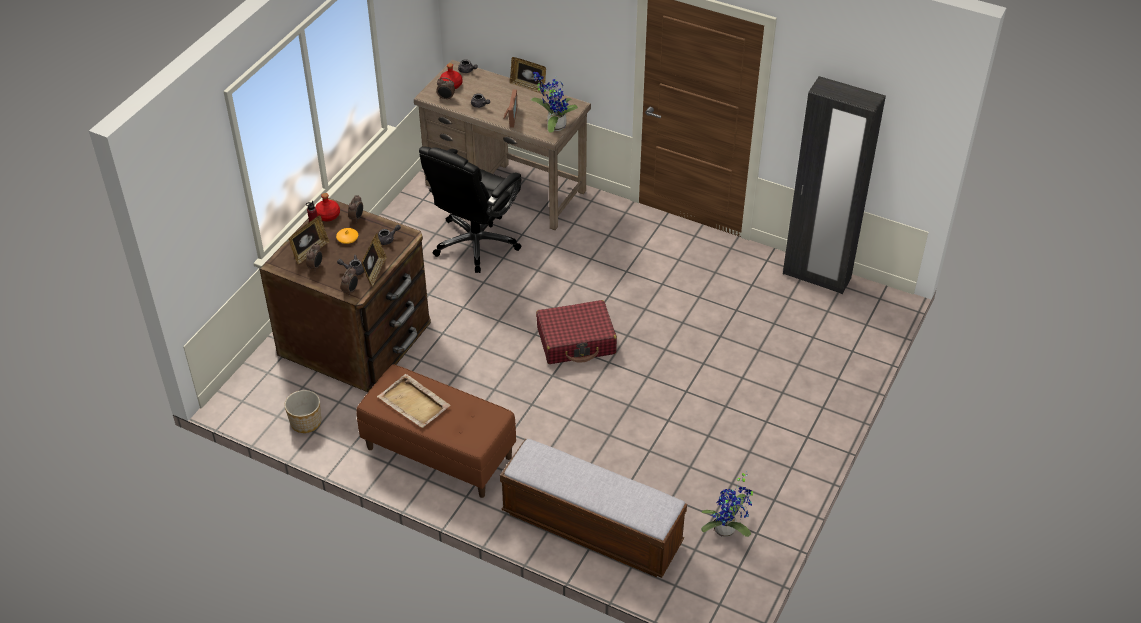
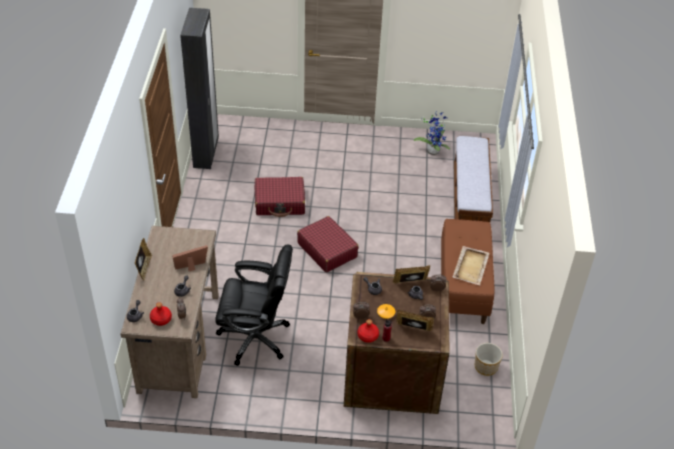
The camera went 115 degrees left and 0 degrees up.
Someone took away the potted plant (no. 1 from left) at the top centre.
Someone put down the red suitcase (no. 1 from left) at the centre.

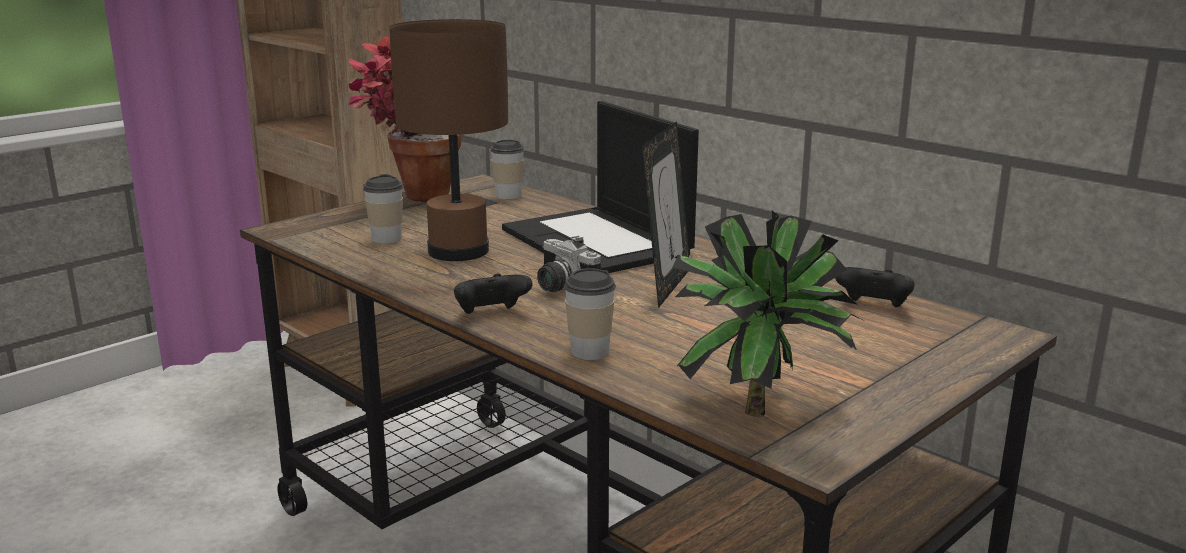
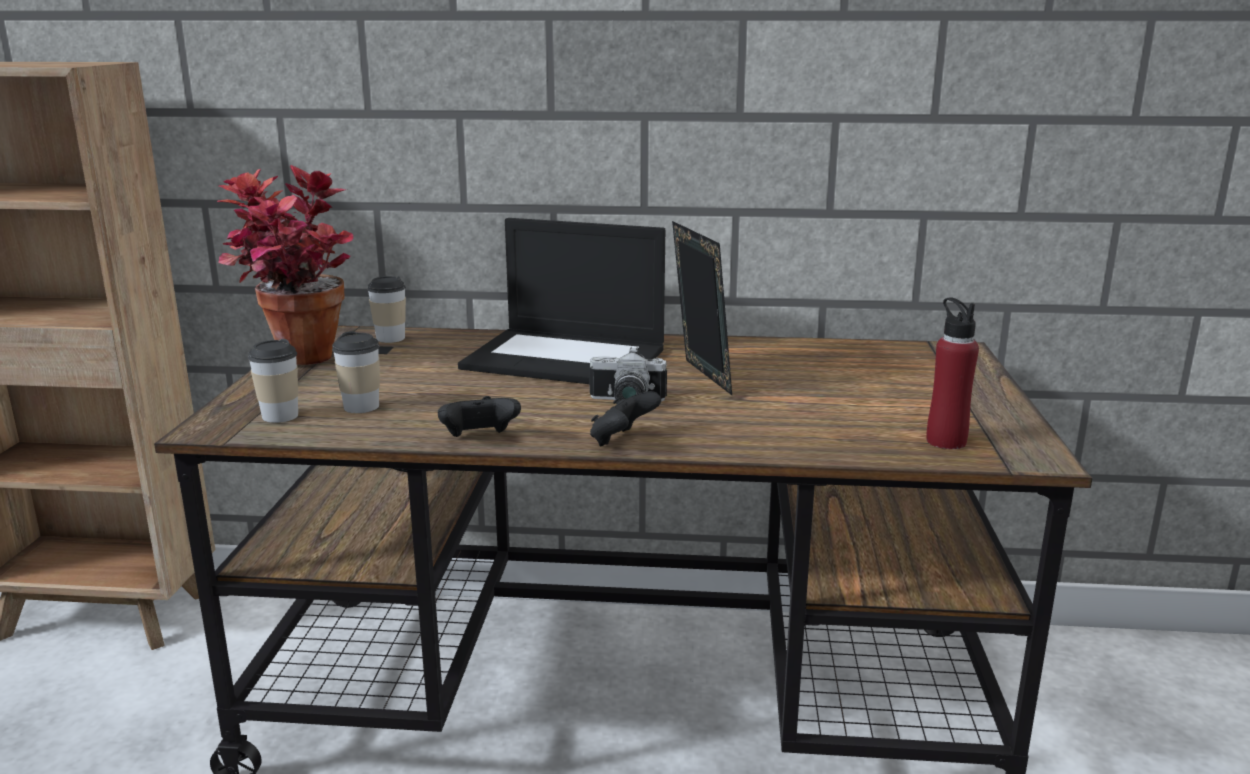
The camera went 40 degrees left and 0 degrees up.
Someone took away the brown table lamp at the top centre.
Someone carried the cup (no. 3 from left in the first image) from the centre to the middle left.
Someone swapped the potted plant (no. 2 from left) at the centre for the red bottle at the middle right.
Someone carried the black game controller (no. 2 from left in the first image) from the middle right to the centre.

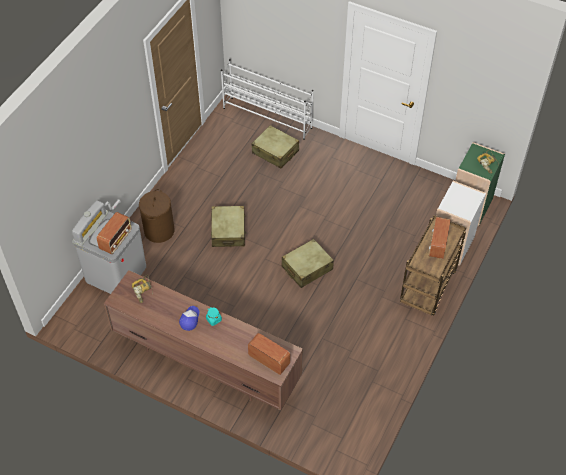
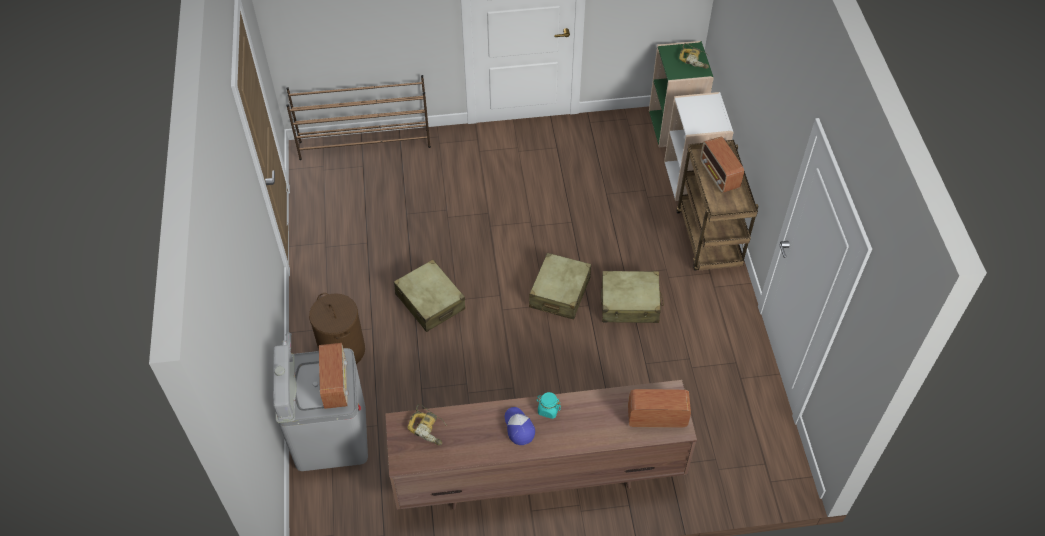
The camera went 35 degrees left and 0 degrees up.
Someone repainted the white shoe rack at the top centre, which became the brown shoe rack at the top centre.
Someone carried the beige suitcase (no. 2 from left in the first image) from the top centre to the centre.

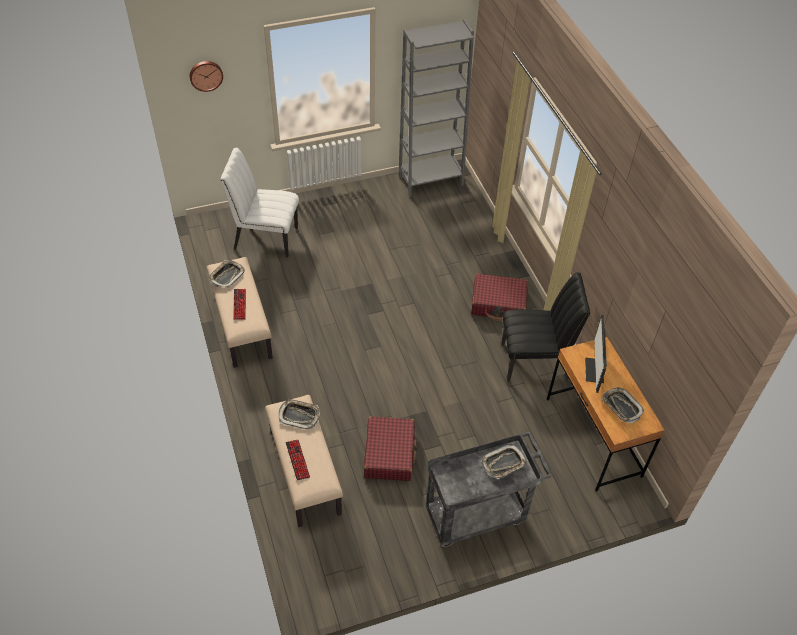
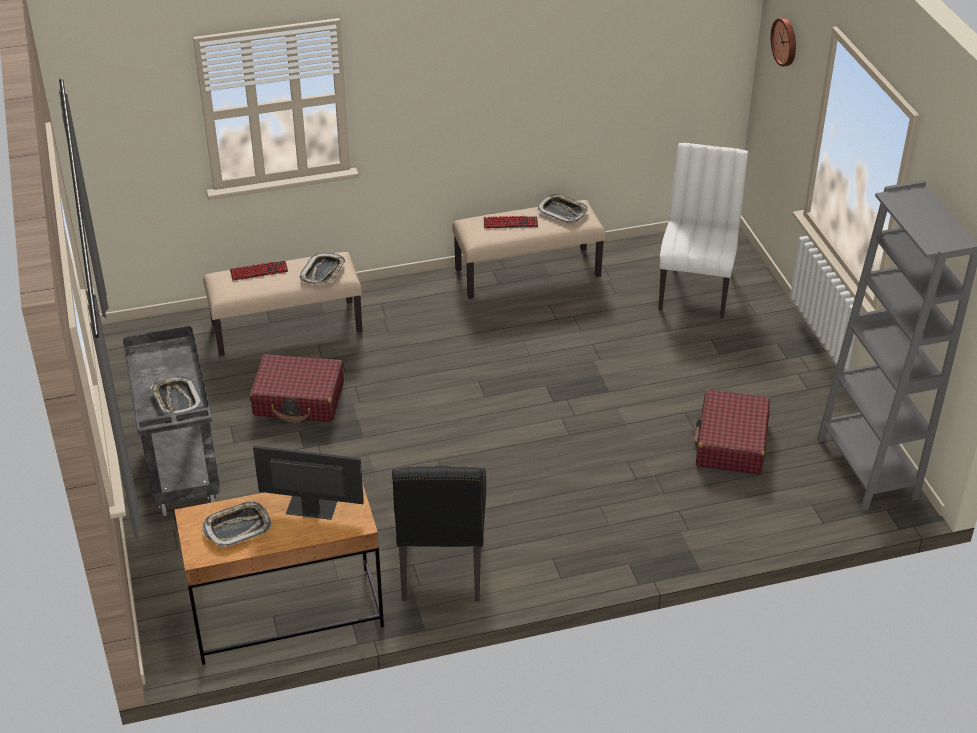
The camera went 95 degrees right and 10 degrees down.
Someone carried the red suitcase (no. 2 from left) from the centre to the middle right.

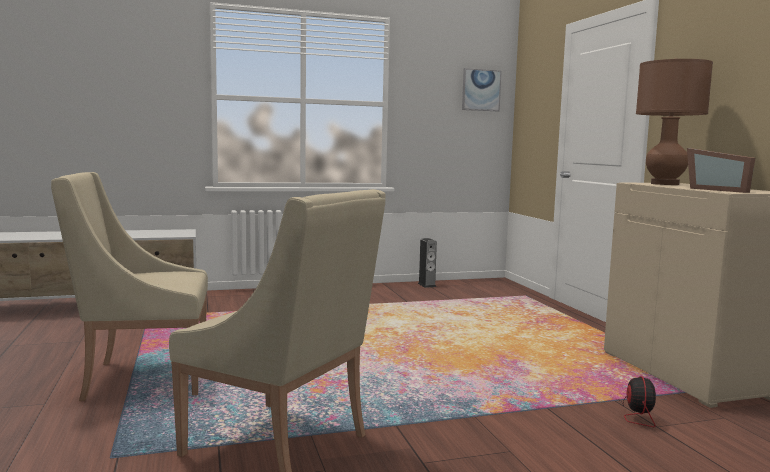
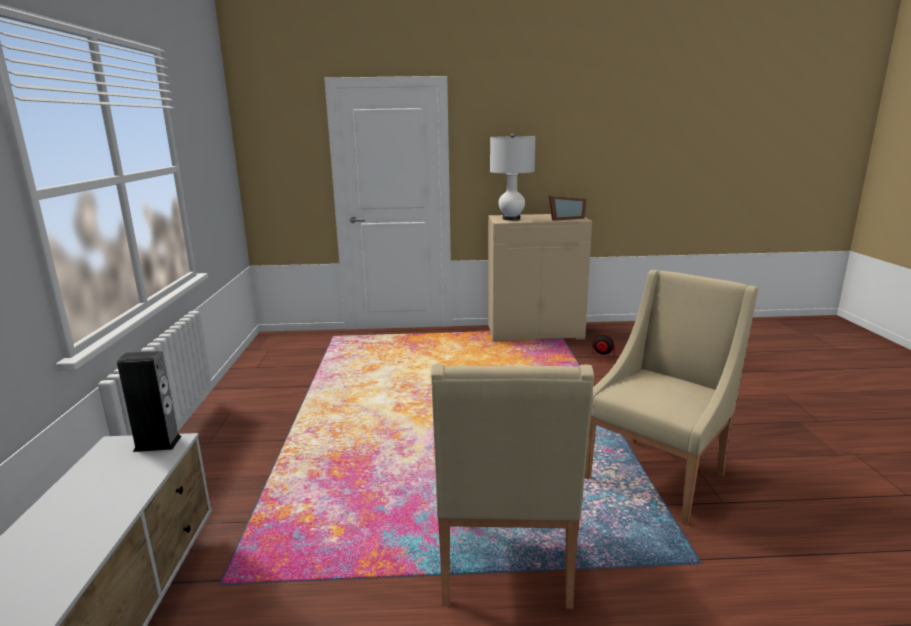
The camera went 75 degrees left and 10 degrees up.
Someone carried the speaker from the centre to the middle left.
Someone took away the picture at the top centre.
Someone repainted the brown table lamp at the top right, which became the white table lamp at the top centre.

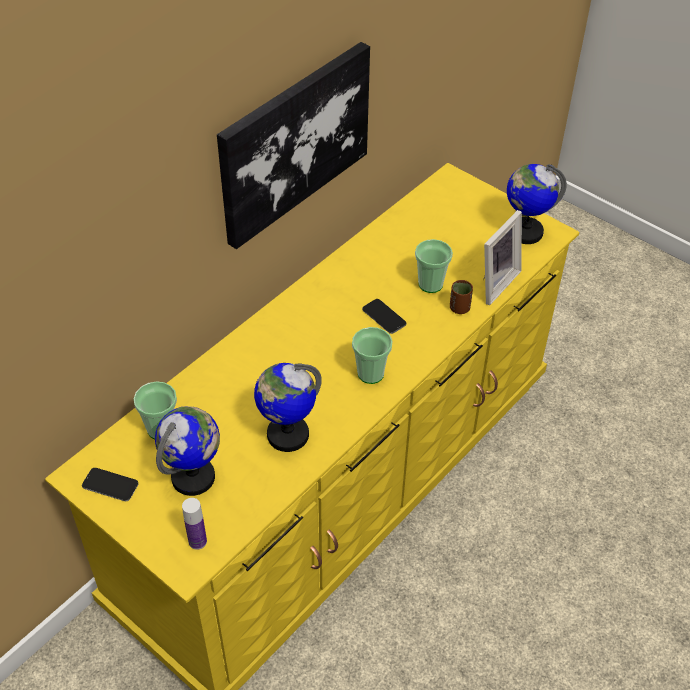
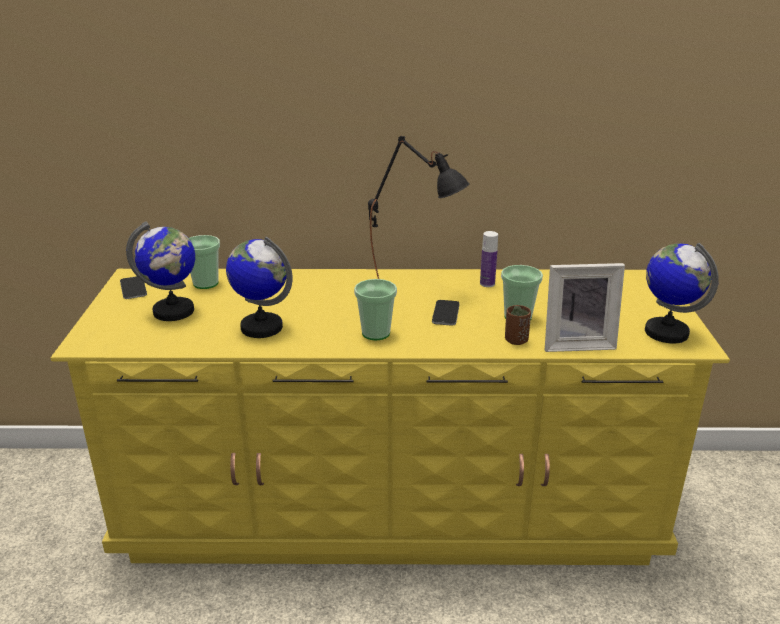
The camera went 50 degrees right and 20 degrees down.
Someone carried the bottle from the bottom left to the centre.
Someone took away the picture at the top centre.
Someone put down the black table lamp at the top centre.

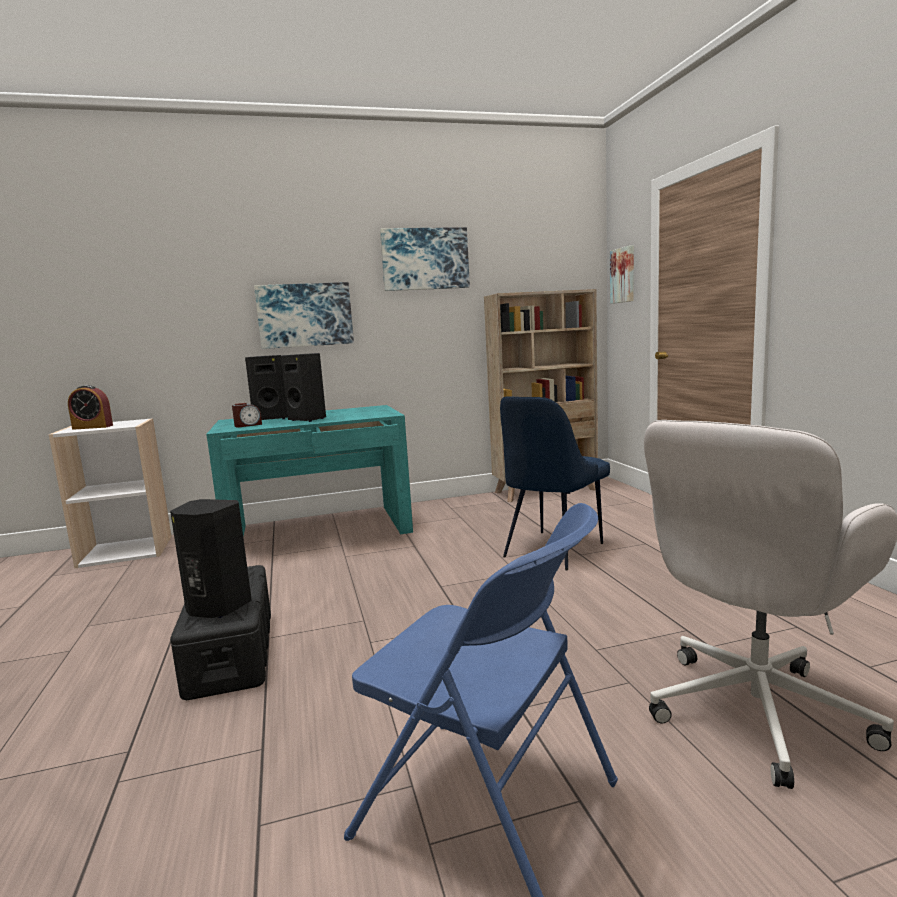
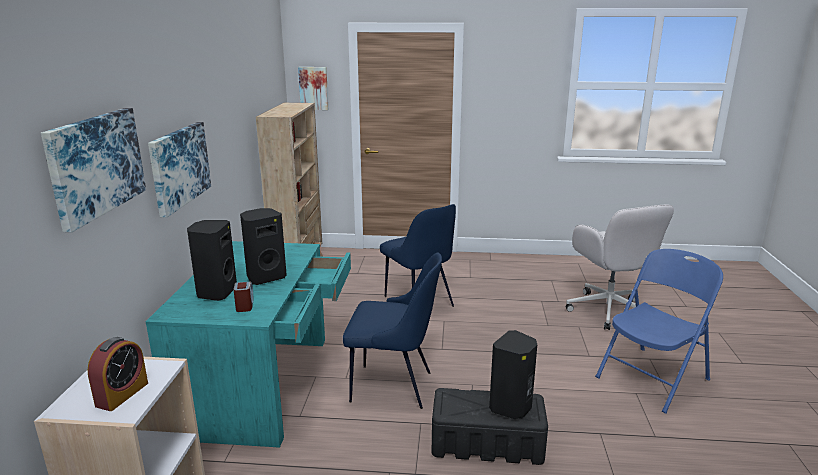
The camera went 70 degrees left and 10 degrees up.
Someone carried the picture (no. 2 from left in the first image) from the top centre to the middle left.
Someone put down the blue chair (no. 1 from left) at the bottom centre.

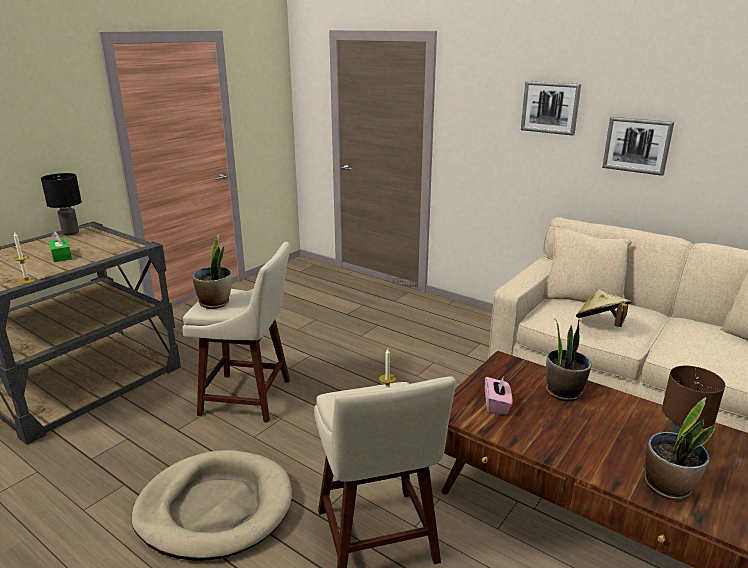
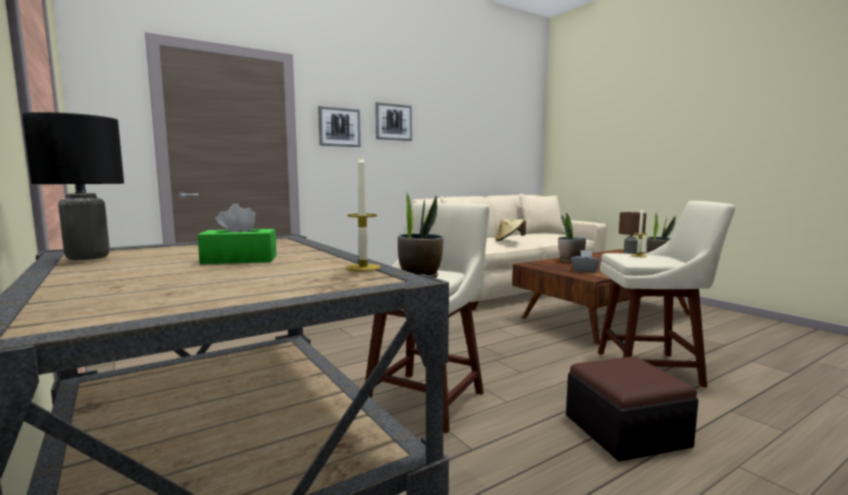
The camera went 70 degrees left and 15 degrees down.
Someone swapped the beige dog bed at the bottom left for the ottoman at the bottom right.
Someone repainted the pink tissue box at the bottom centre, which became the grey tissue box at the middle right.
Someone carried the picture (no. 2 from left in the first image) from the top right to the top centre.

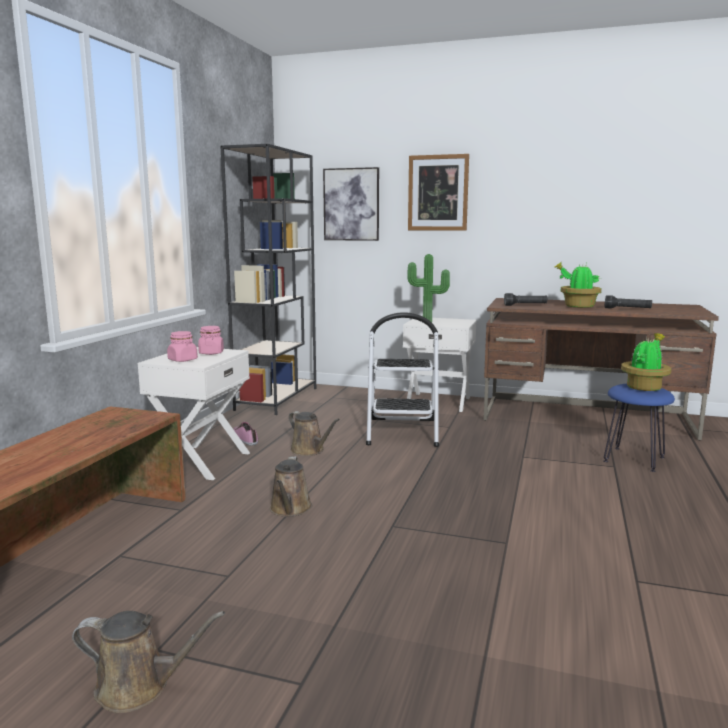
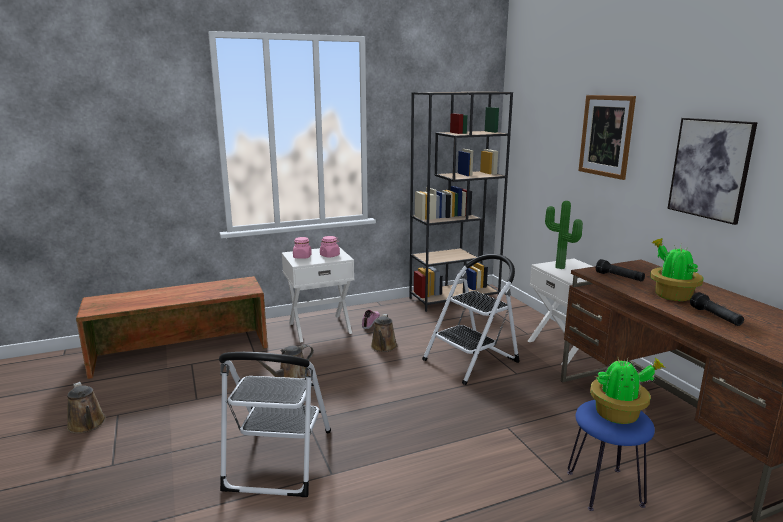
The camera went 50 degrees right and 5 degrees up.
Someone carried the picture (no. 1 from left in the first image) from the top centre to the top right.
Someone put down the step ladder (no. 1 from left) at the bottom centre.

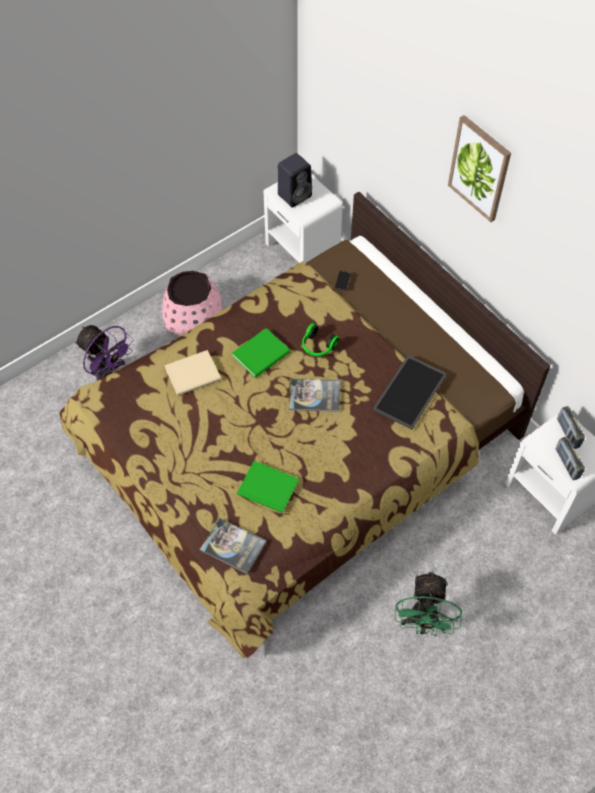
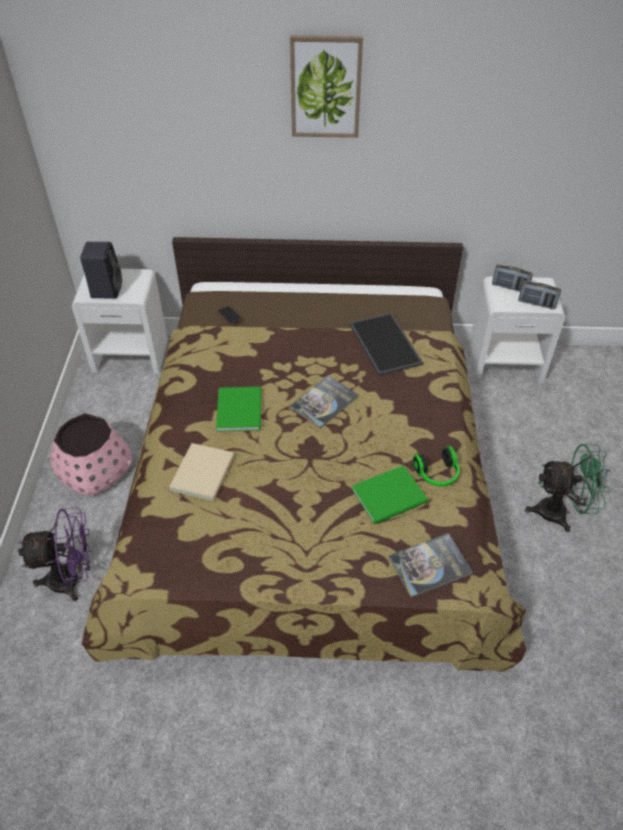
The camera went 50 degrees left and 10 degrees down.
Someone carried the headphones from the centre to the middle right.
Someone rotated the green fan at the bottom right by 45 degrees counterclockwise.

